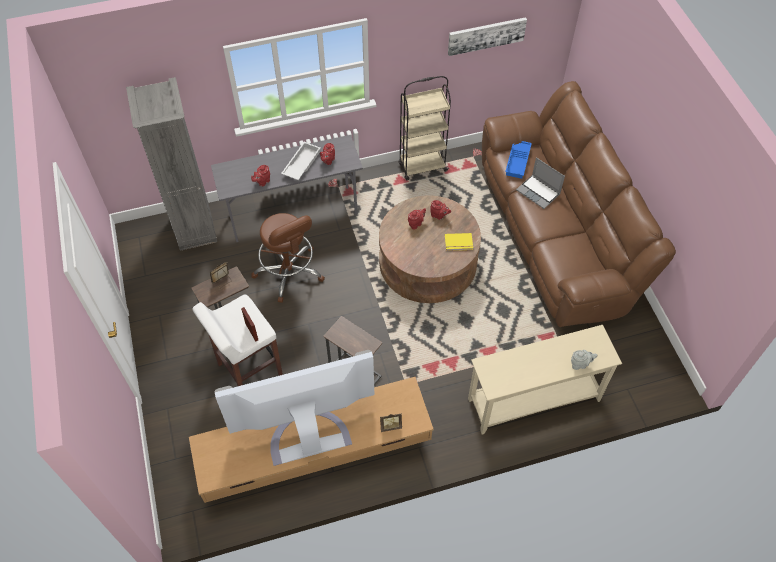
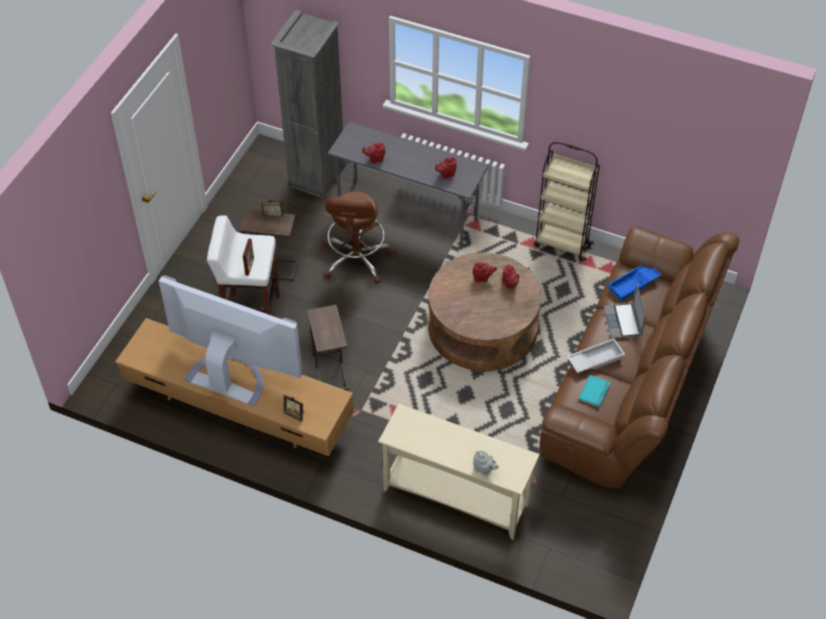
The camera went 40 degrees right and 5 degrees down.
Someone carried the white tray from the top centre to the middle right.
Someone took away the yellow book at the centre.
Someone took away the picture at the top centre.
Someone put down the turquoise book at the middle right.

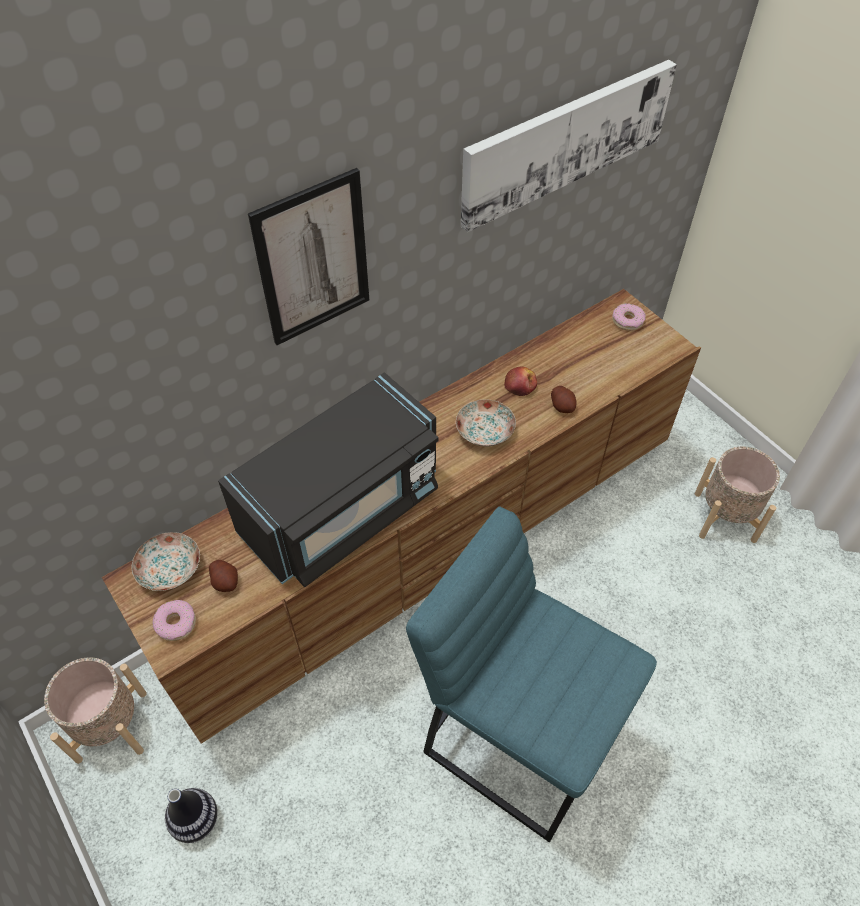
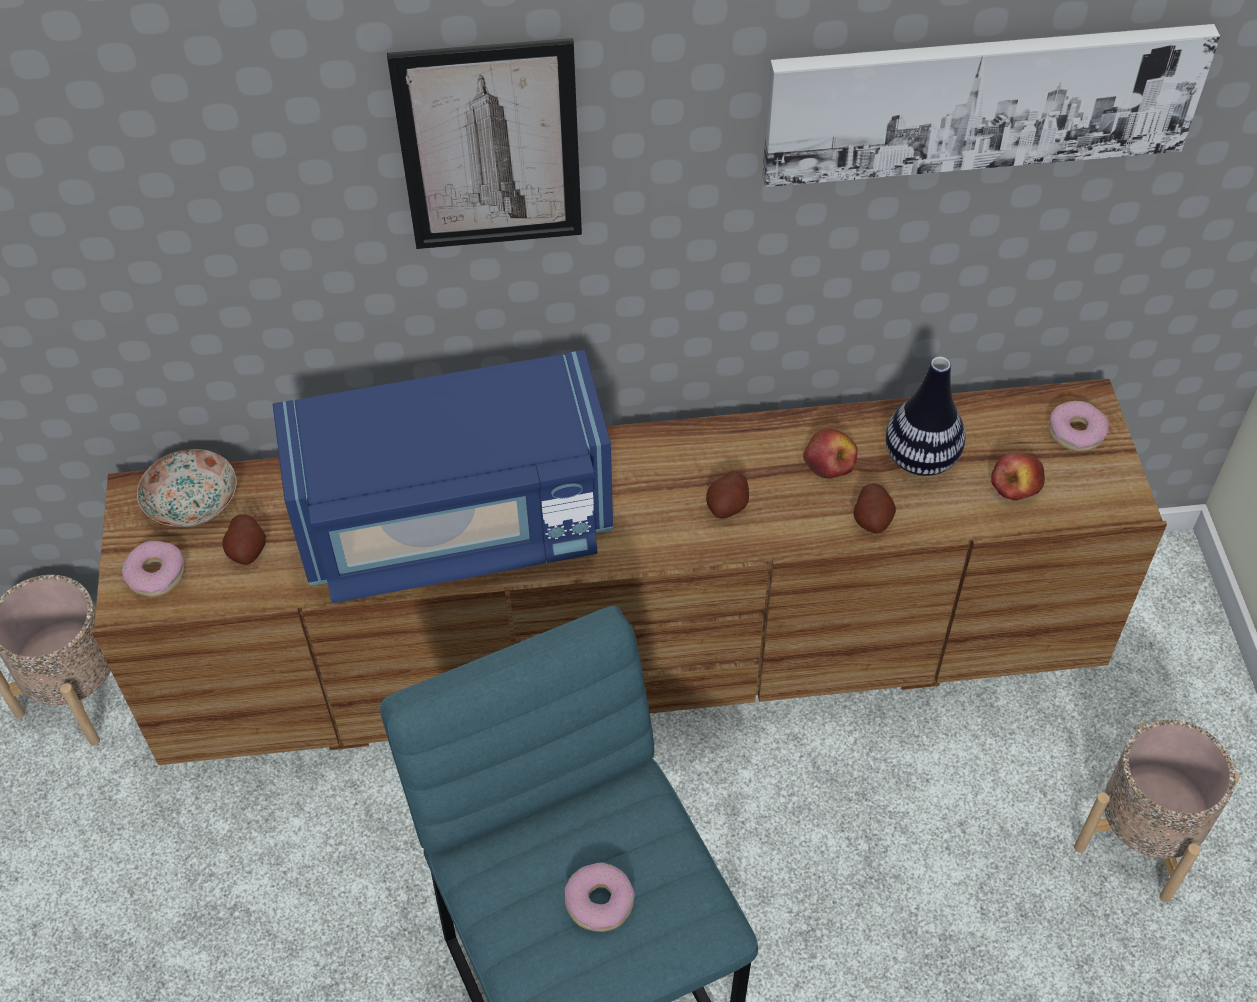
The camera went 30 degrees right and 0 degrees up.
Someone carried the vase from the bottom left to the middle right.
Someone repainted the black microwave at the centre, which became the blue microwave at the centre.
Someone swapped the plate (no. 2 from left) at the centre for the potato (no. 2 from left) at the centre.
Someone put down the donut (no. 2 from left) at the bottom centre.
Someone put down the apple (no. 2 from left) at the middle right.

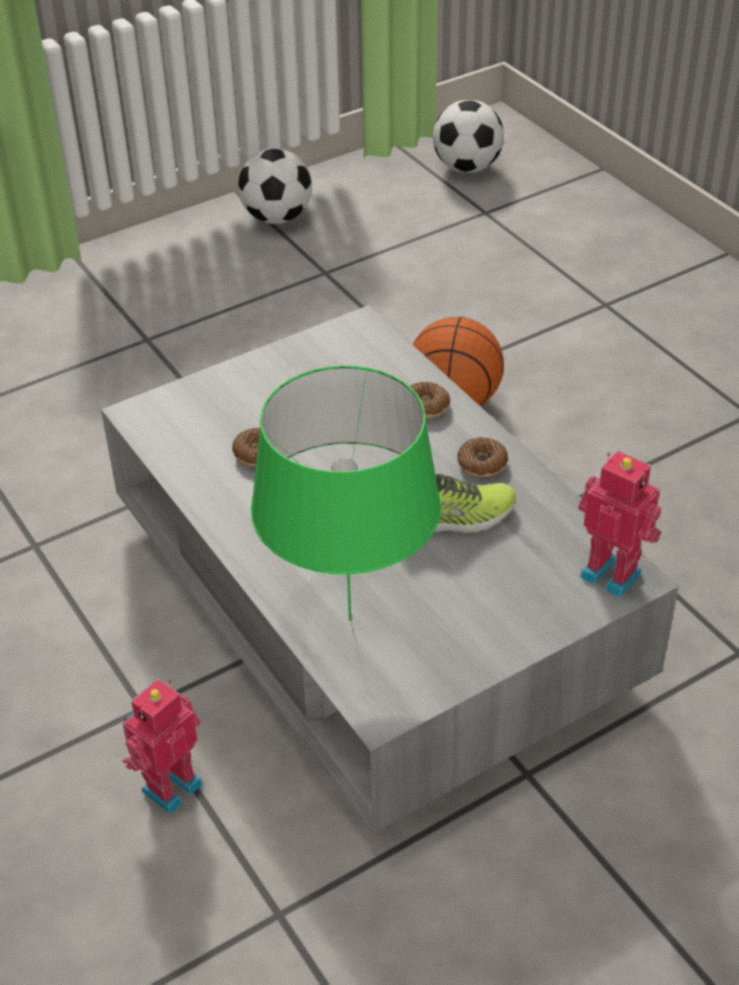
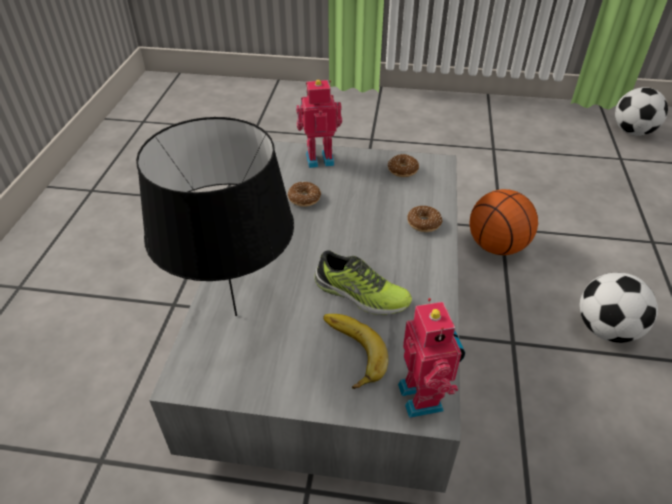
The camera went 40 degrees right and 0 degrees up.
Someone carried the toy robot (no. 1 from left) from the bottom left to the top centre.
Someone carried the football (no. 1 from left) from the top centre to the middle right.
Someone repainted the green table lamp at the centre, which became the black table lamp at the middle left.
Someone carried the donut (no. 3 from left in the first image) from the centre to the top centre.
Someone put down the banana at the bottom centre.

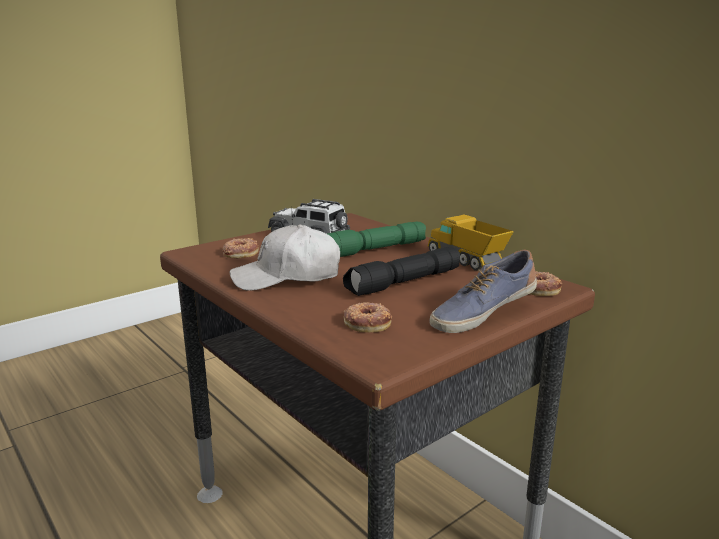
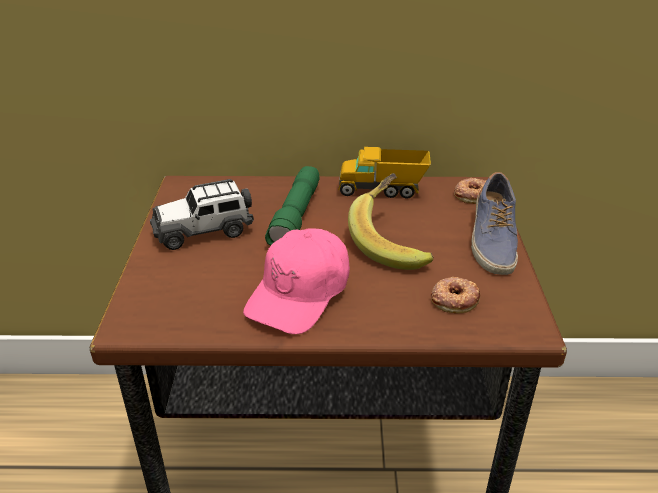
The camera went 50 degrees left and 15 degrees up.
Someone took away the donut (no. 1 from left) at the centre.
Someone repainted the white cap at the centre, which became the pink cap at the centre.
Someone swapped the black flashlight at the centre for the banana at the centre.

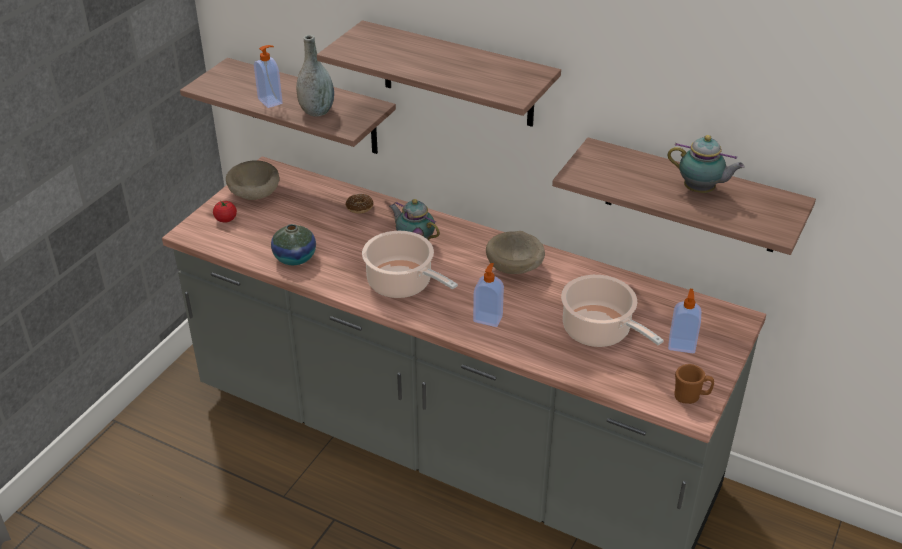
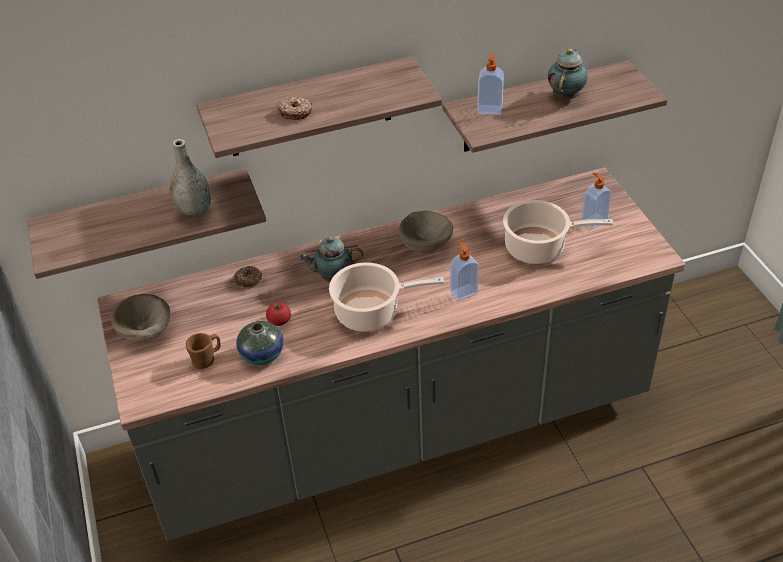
The camera went 45 degrees left and 5 degrees up.
Someone carried the tomato from the middle left to the centre.
Someone carried the soap dispenser (no. 1 from left in the first image) from the top left to the top centre.
Someone rotated the teapot (no. 2 from left) at the top right by 45 degrees counterclockwise.
Someone carried the brown mug from the bottom right to the middle left.
Someone put down the donut (no. 2 from left) at the top centre.

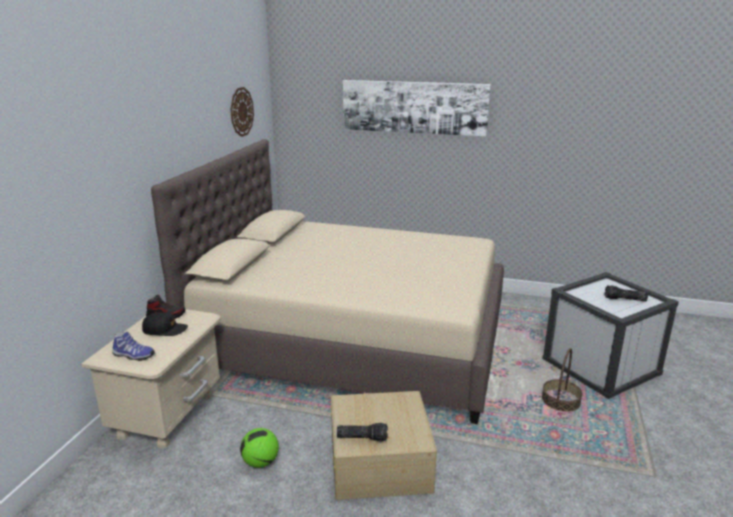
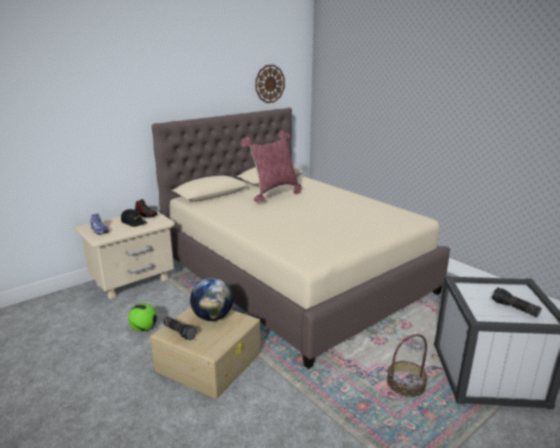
The camera went 35 degrees right and 0 degrees up.
Someone took away the picture at the top centre.
Someone put down the globe at the bottom centre.
Someone put down the red pillow at the centre.

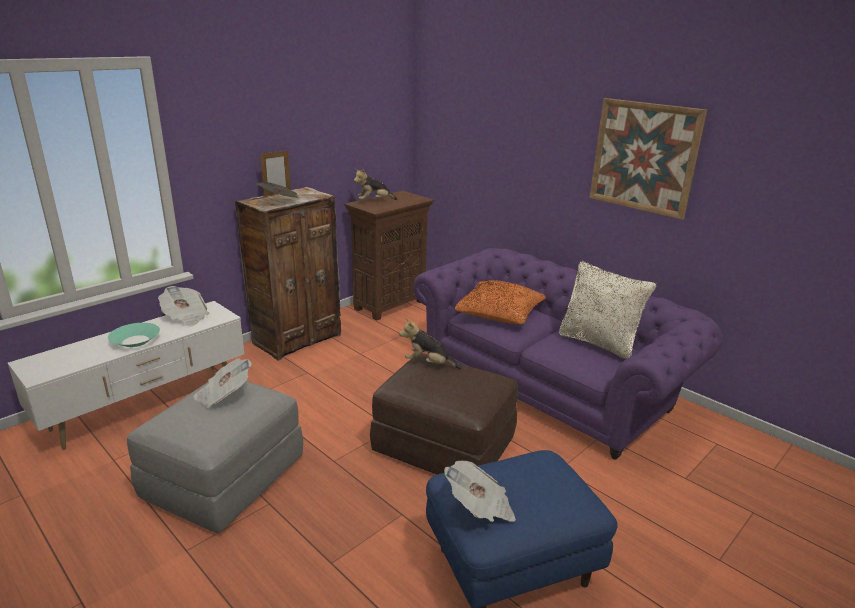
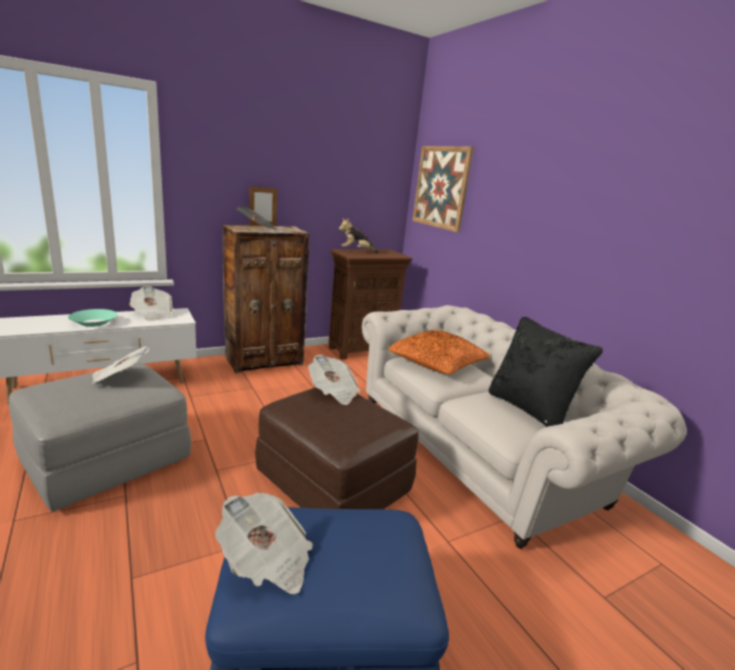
The camera went 15 degrees right and 5 degrees down.
Someone swapped the plush toy (no. 2 from left) at the centre for the newspaper (no. 5 from left) at the centre.
Someone repainted the purple sofa at the centre, which became the white sofa at the middle right.
Someone repainted the beige pillow at the middle right, which became the black pillow at the middle right.
Someone carried the picture from the top right to the top centre.

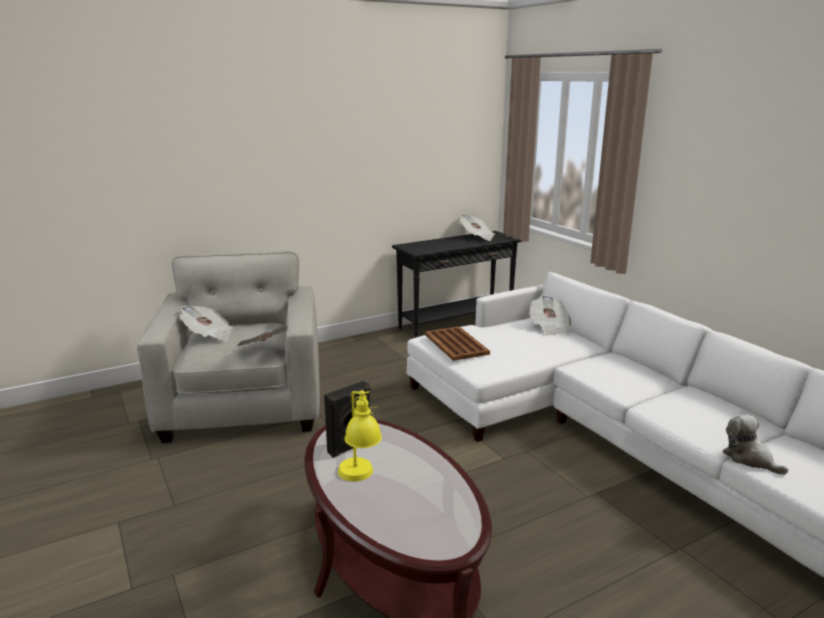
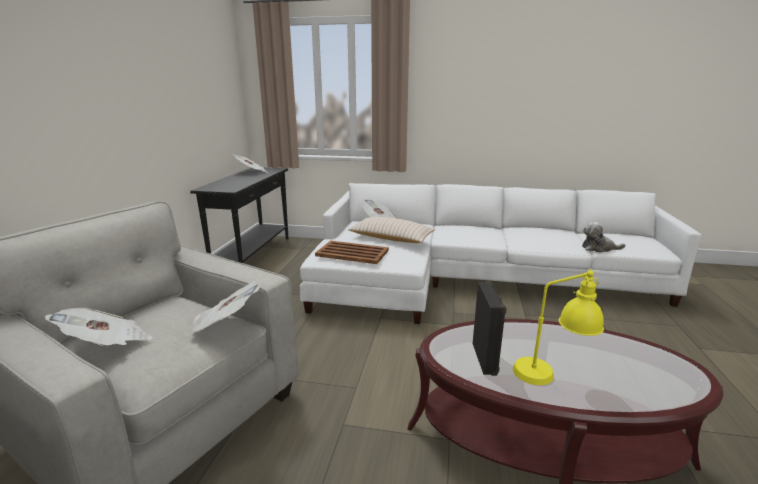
The camera went 50 degrees left and 0 degrees up.
Someone put down the beige pillow at the centre.

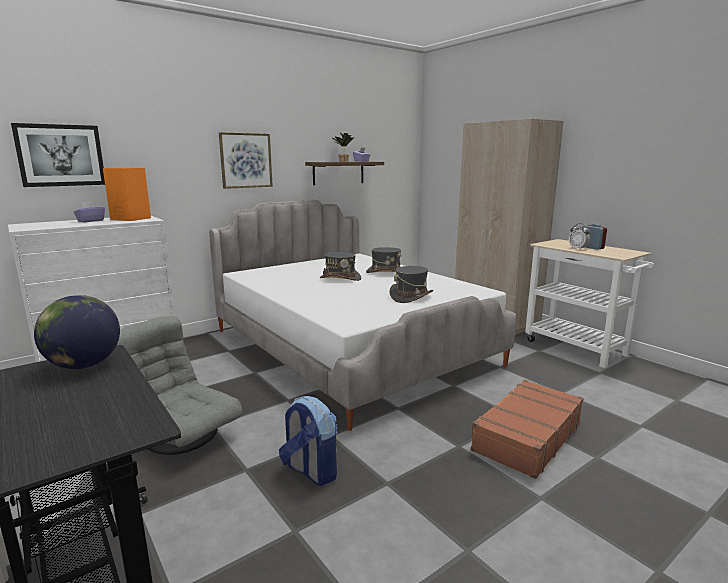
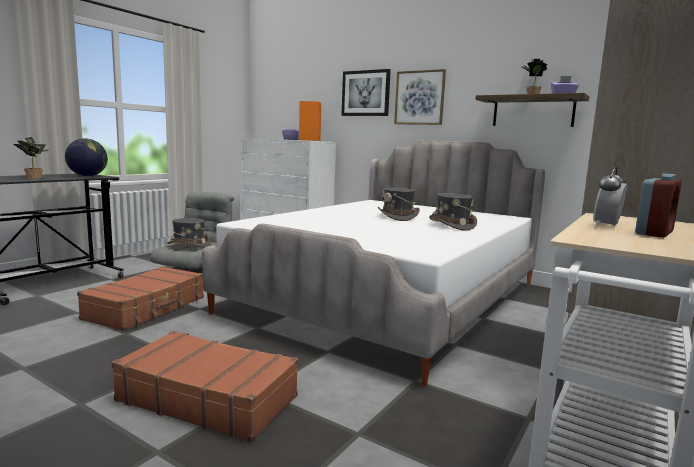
The camera went 70 degrees right and 5 degrees down.
Someone carried the picture (no. 1 from left) from the top left to the top centre.
Someone swapped the backpack at the bottom centre for the brown suitcase (no. 1 from left) at the middle left.
Someone carried the grey hat (no. 3 from left in the first image) from the centre to the middle left.
Someone put down the potted plant (no. 1 from left) at the middle left.

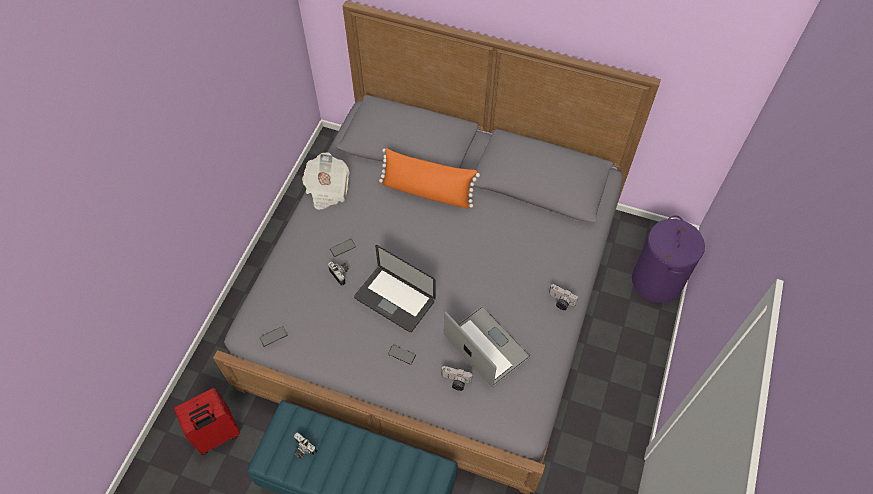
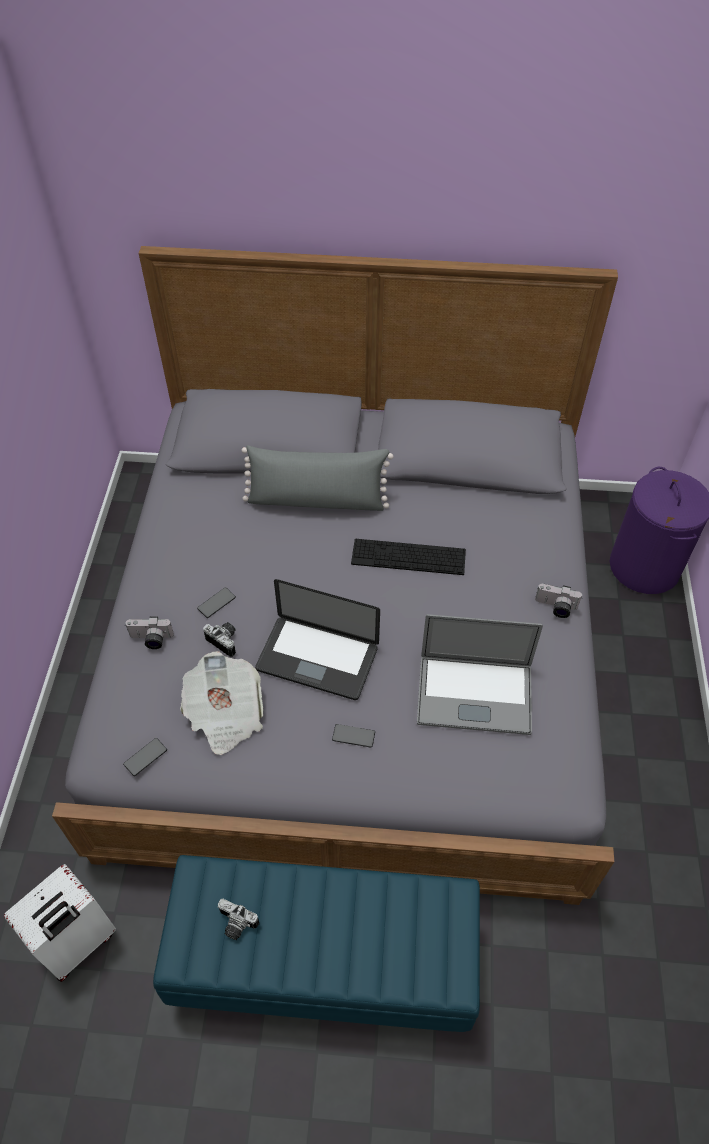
The camera went 15 degrees left and 5 degrees down.
Someone repainted the red suitcase at the bottom left, which became the white suitcase at the bottom left.
Someone carried the newspaper from the centre to the middle left.
Someone repainted the orange pillow at the centre, which became the grey pillow at the centre.
Someone carried the photo camera (no. 3 from left in the first image) from the bottom centre to the middle left.
Someone rotated the laptop (no. 2 from left) at the bottom centre by 150 degrees clockwise.
Someone put down the keyboard at the centre.

